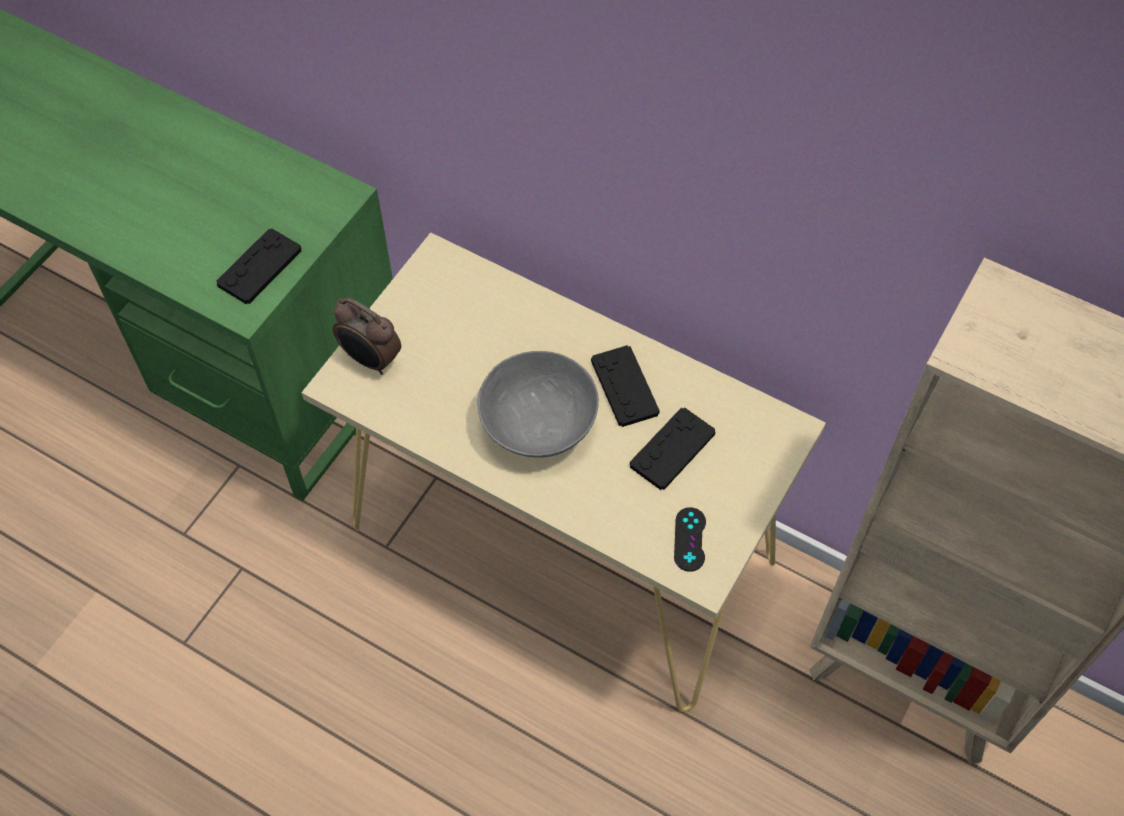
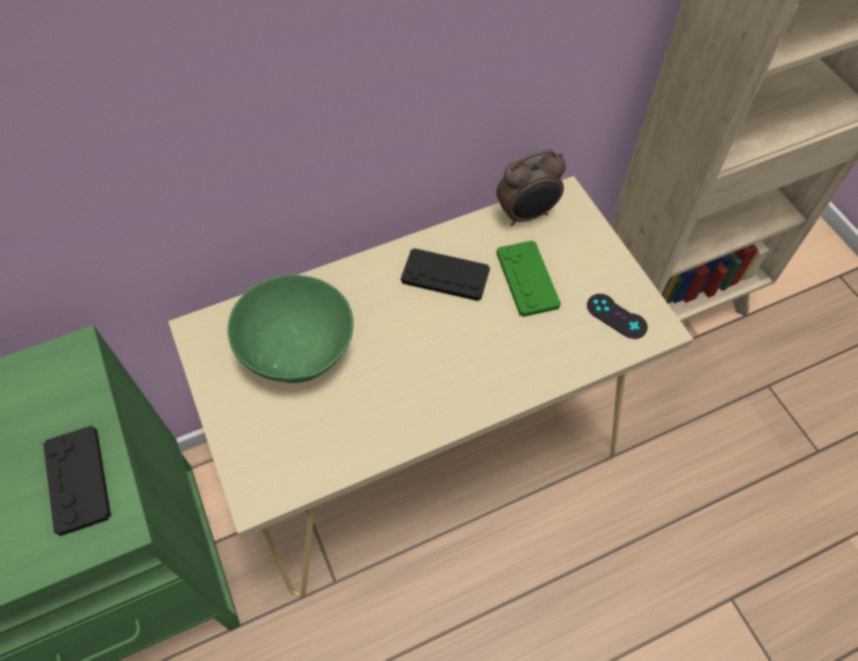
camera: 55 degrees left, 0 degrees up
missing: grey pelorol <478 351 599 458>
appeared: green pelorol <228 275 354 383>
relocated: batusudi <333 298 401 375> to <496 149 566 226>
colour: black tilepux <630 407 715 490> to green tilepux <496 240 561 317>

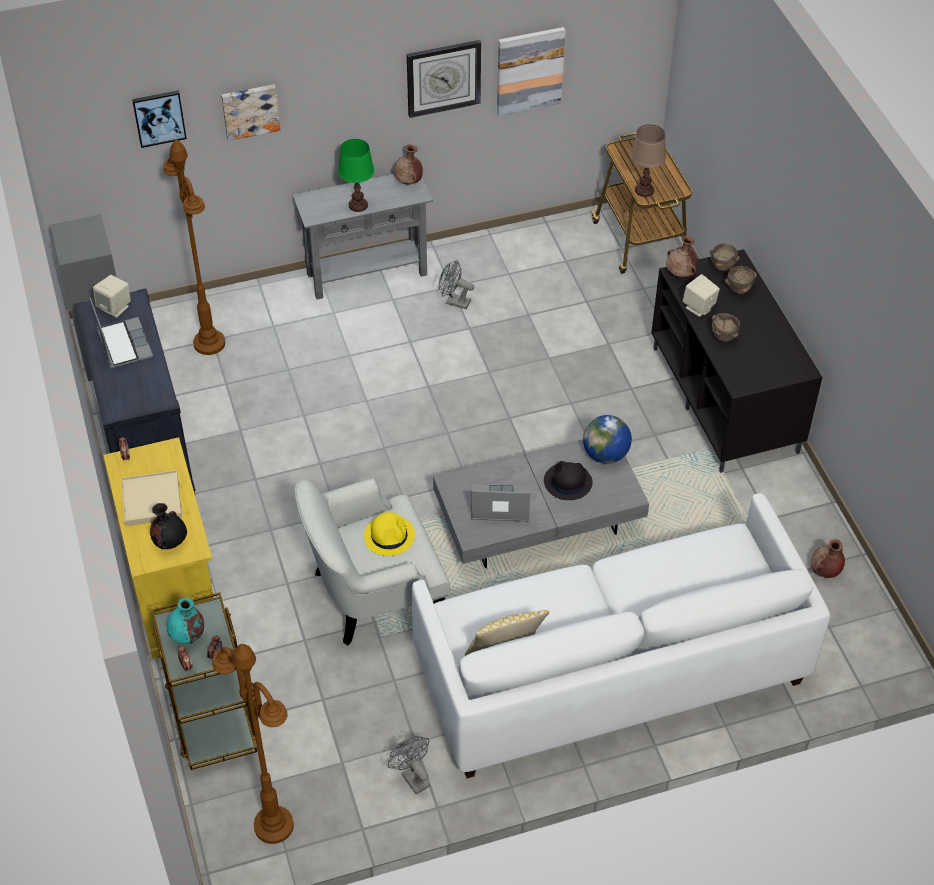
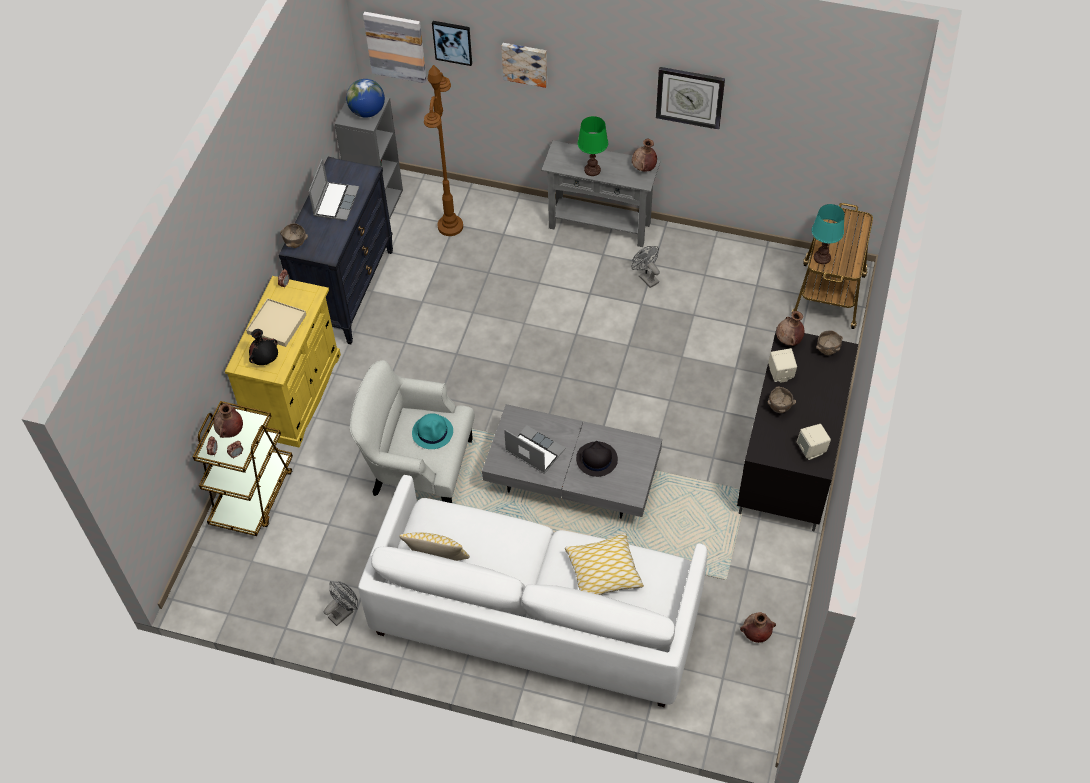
camera: 35 degrees right, 5 degrees up
missing: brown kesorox <212 644 294 844>
appeared: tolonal <565 533 644 595>
relocated: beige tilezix <93 275 131 318> to <797 424 831 460>; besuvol <497 27 565 116> to <363 12 427 83>; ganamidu <583 415 632 464> to <346 79 385 118>; brown pelorol <725 266 757 294> to <280 223 308 248>
colour: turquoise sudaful <167 597 204 644> to brown sudaful <213 403 243 438>; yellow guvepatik <364 512 415 556> to turquoise guvepatik <412 413 453 449>; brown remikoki <630 124 666 197> to turquoise remikoki <812 204 845 264>
spun: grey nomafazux <388 736 430 794> = <324 581 358 626> 45 degrees clockwise

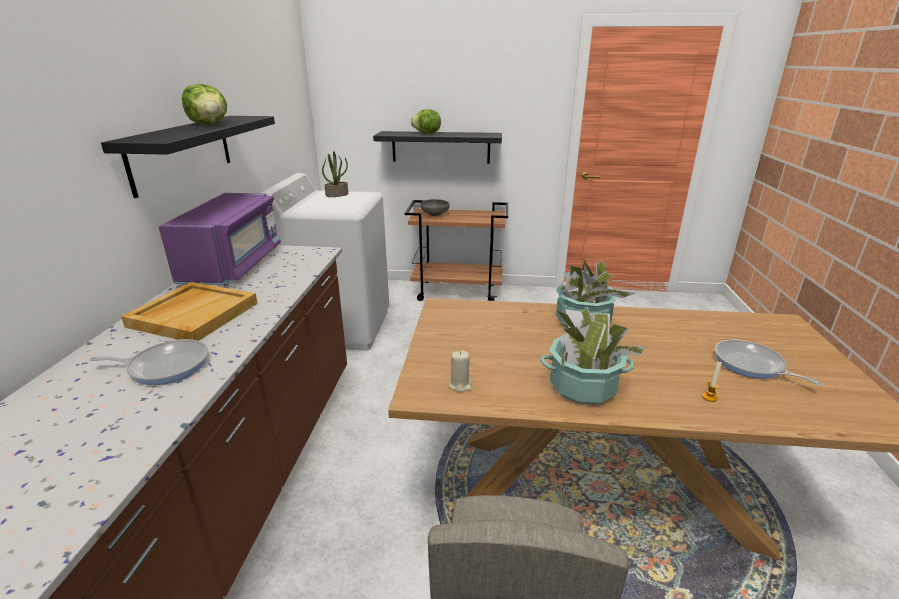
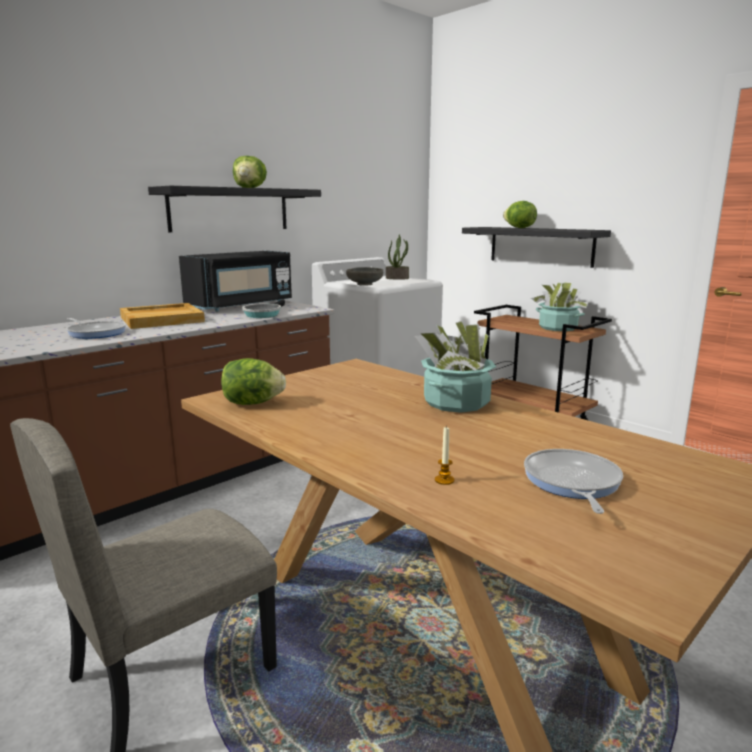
camera: 40 degrees right, 10 degrees down
appeared: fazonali <242 299 285 318>
relocated: grey pelorol <421 199 449 216> to <346 267 383 286>; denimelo <540 307 646 404> to <531 282 589 331>
exchanged: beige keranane <449 350 472 392> to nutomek <221 358 286 405>
colour: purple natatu <159 193 281 285> to black natatu <179 251 292 311>

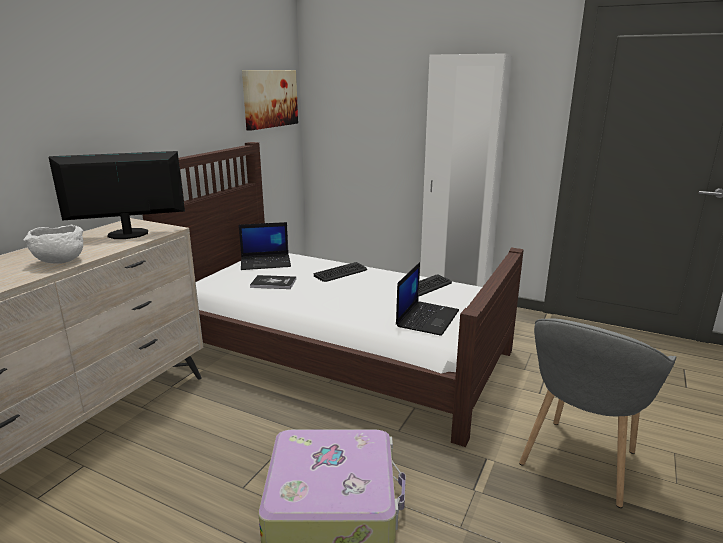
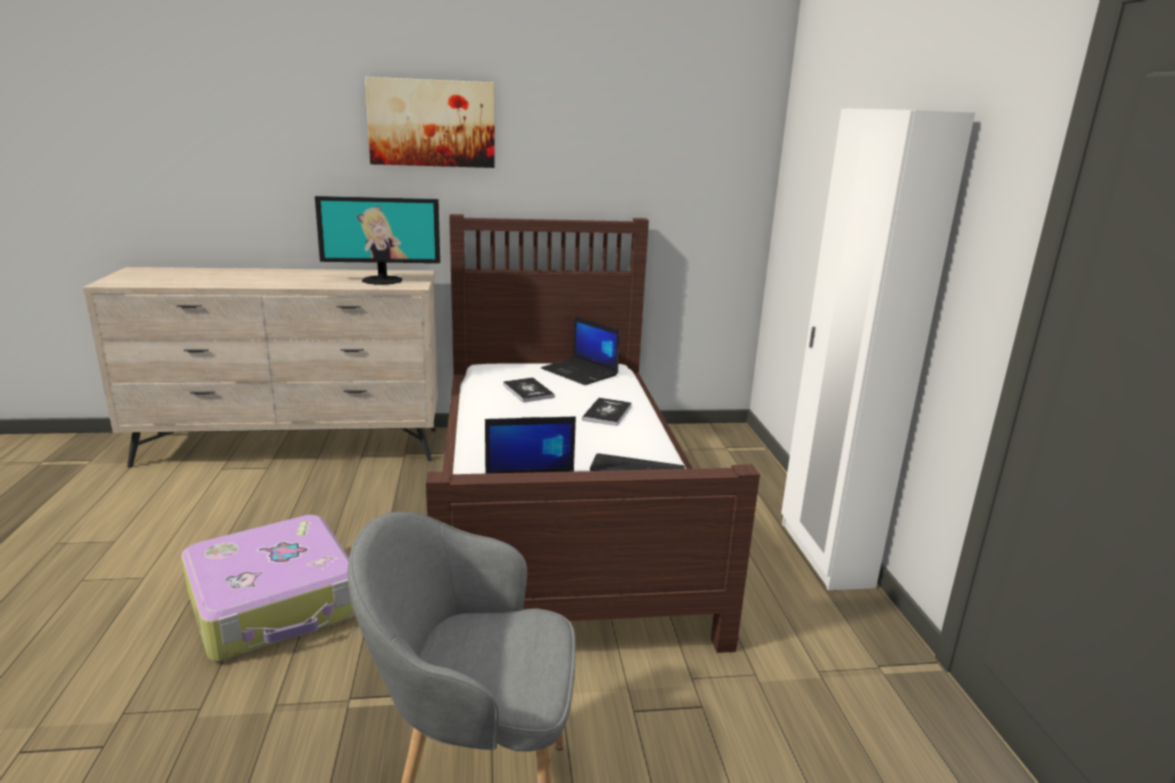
camera: 55 degrees right, 0 degrees up
missing: white pelorol <23 225 83 264>
relocated: besuvol <242 70 298 131> to <365 77 495 168>
exchanged: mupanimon <314 262 367 282> to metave <582 398 632 426>
spun: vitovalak <48 151 185 239> = <315 196 440 285> 135 degrees clockwise

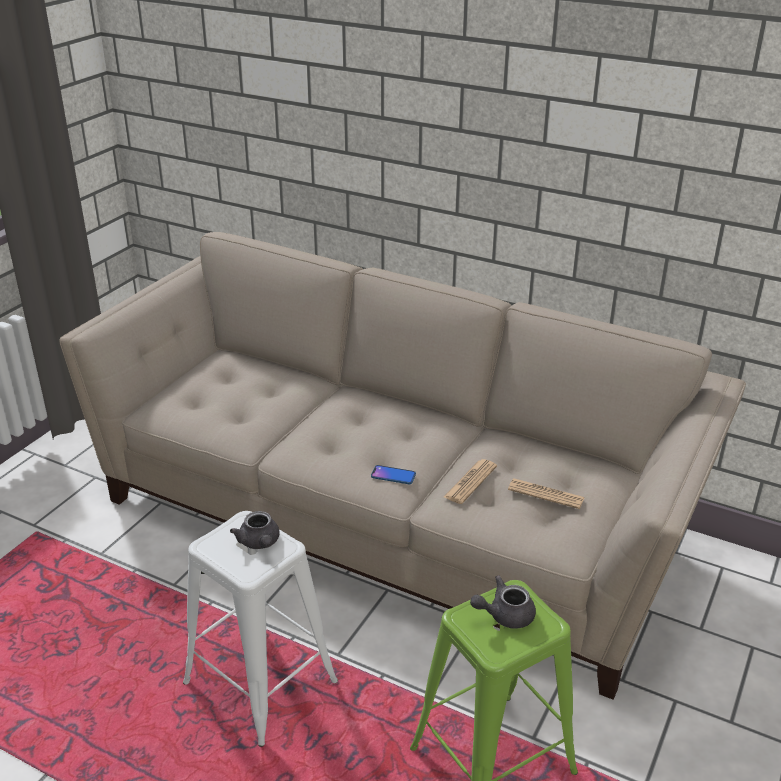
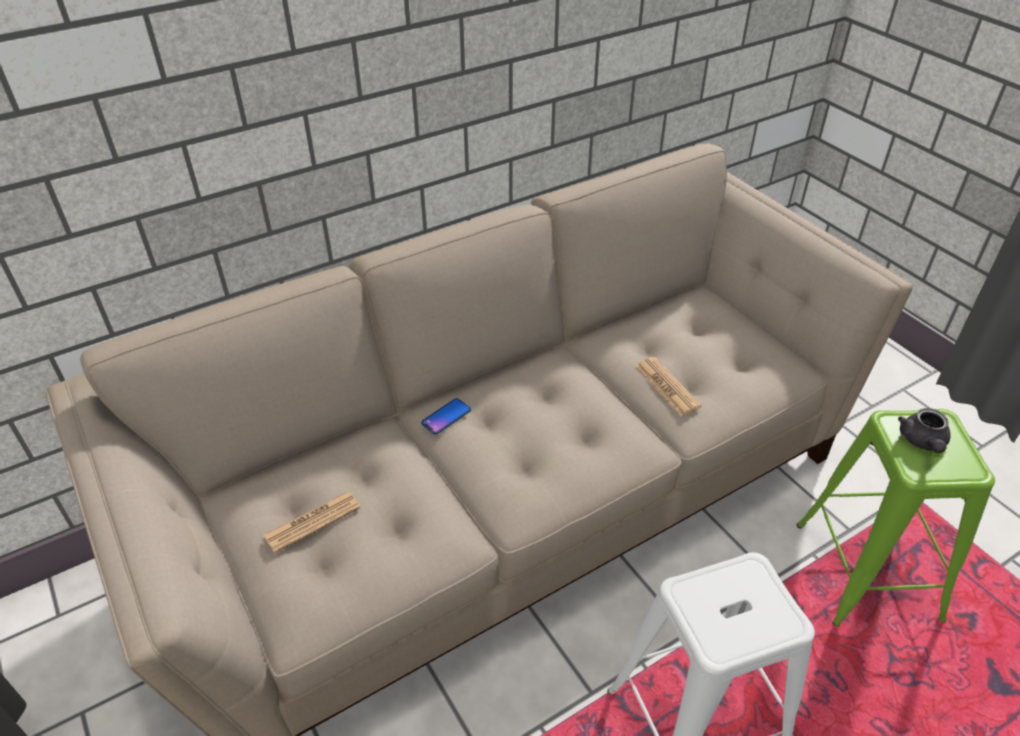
camera: 60 degrees left, 10 degrees up
missing: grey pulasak <230 511 280 549>
relocated: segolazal <371 465 416 484> to <421 398 471 435>; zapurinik <508 479 585 509> to <263 492 360 553>

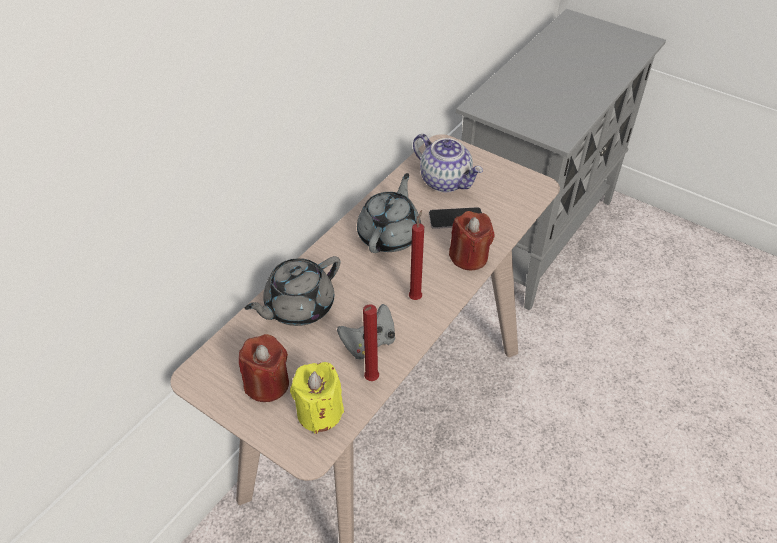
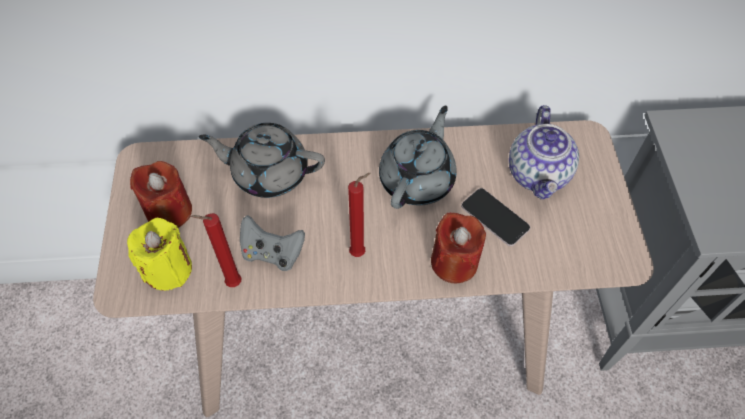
camera: 50 degrees right, 10 degrees up
spun: grey pulasak <357 173 421 253> = <379 106 457 209> 45 degrees counterclockwise

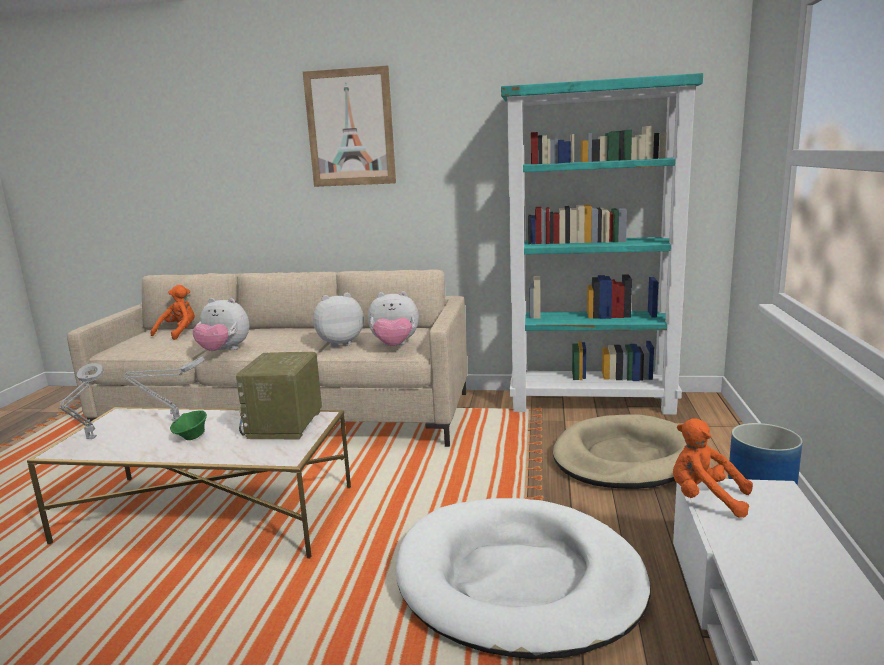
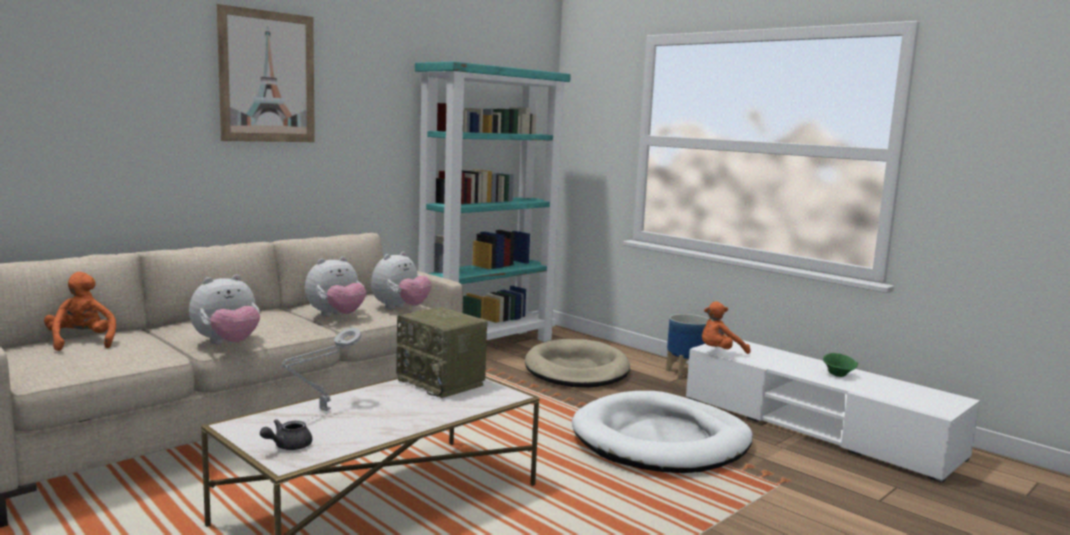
camera: 55 degrees left, 5 degrees down
relocated: green pelorol <170 411 207 440> to <823 353 858 377>
exchanged: grey remikoki <59 363 104 439> to grey pulasak <260 419 312 450>
spun: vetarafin <313 293 364 347> = <305 256 366 316> 150 degrees counterclockwise

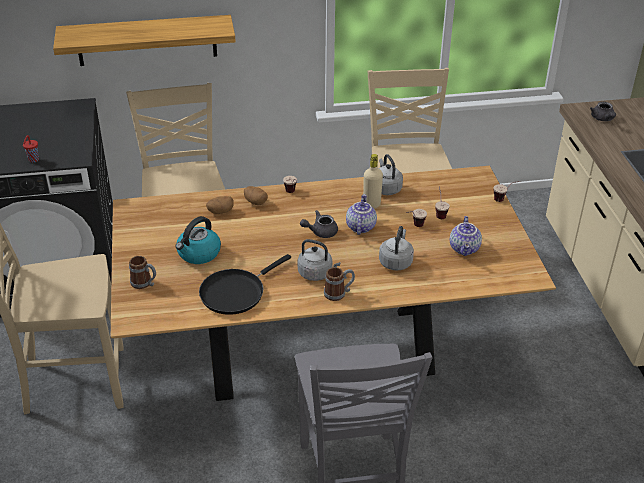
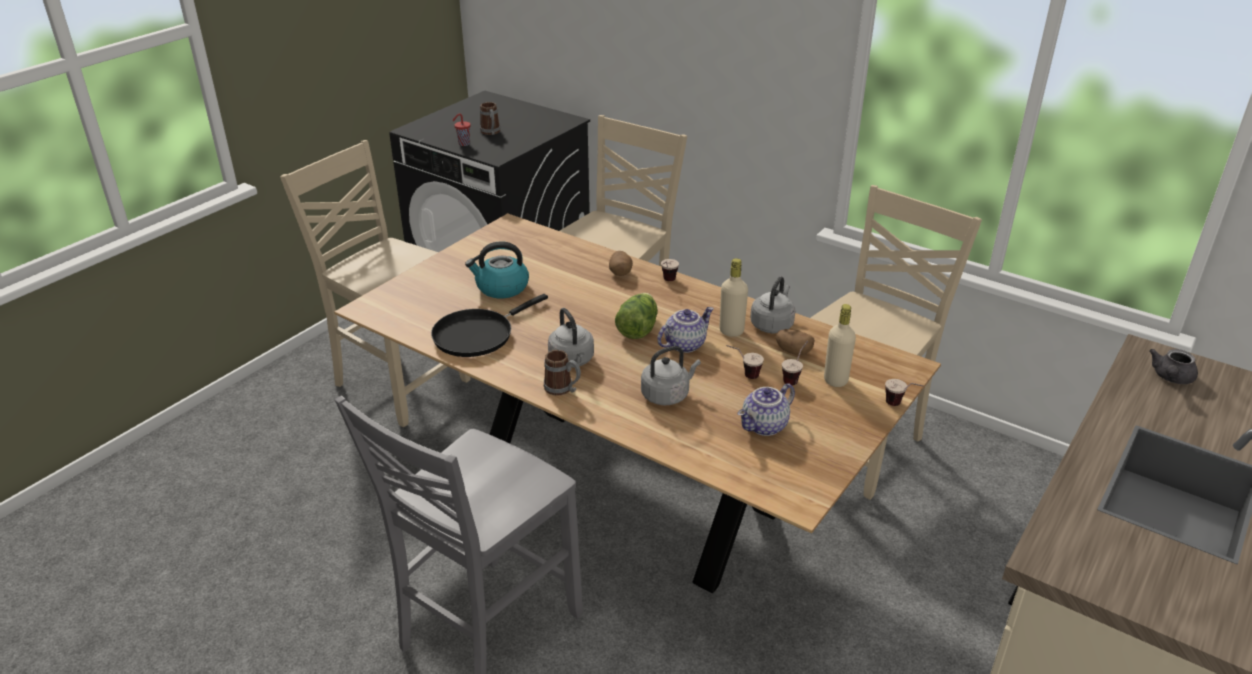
camera: 45 degrees right, 5 degrees down
missing: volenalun <53 15 236 66>
appeared: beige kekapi <824 304 856 387>
relocated: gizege <129 256 156 289> to <480 102 500 135>; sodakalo <206 196 234 214> to <776 329 815 355>
exchanged: grey pulasak <300 210 338 238> to nutomek <615 293 658 339>
spun: black fazonali <199 254 291 315> = <431 294 548 357> 45 degrees counterclockwise

